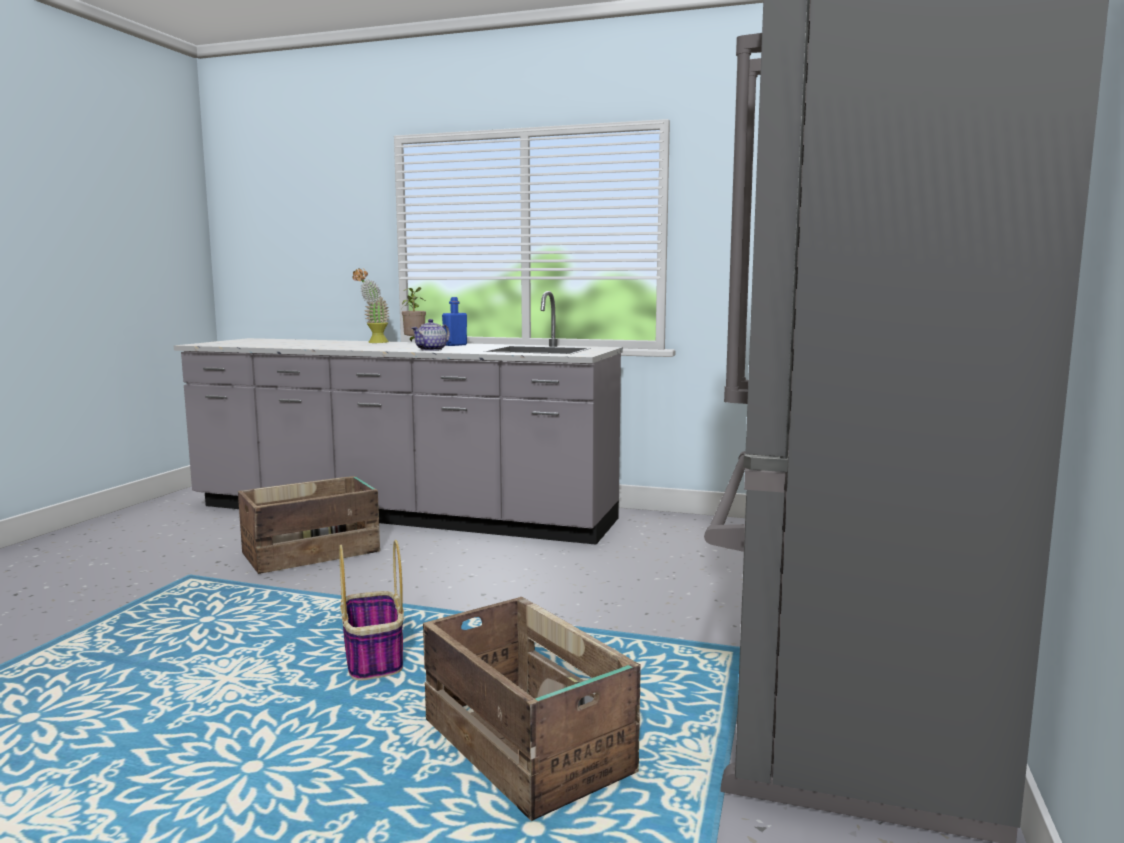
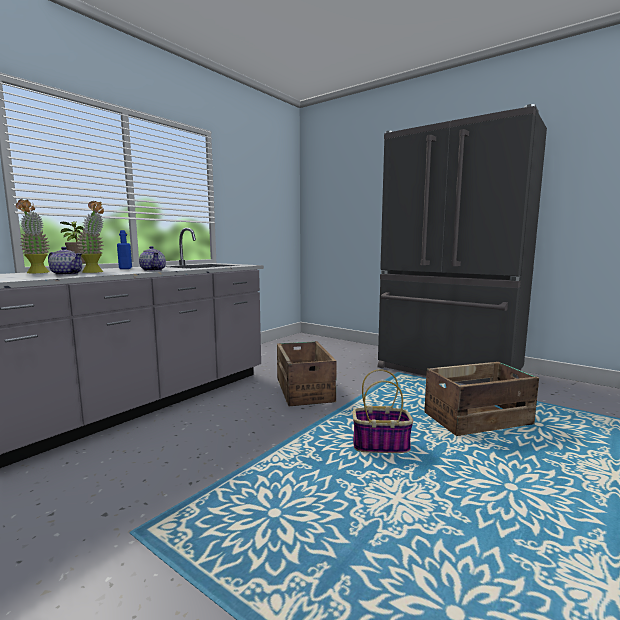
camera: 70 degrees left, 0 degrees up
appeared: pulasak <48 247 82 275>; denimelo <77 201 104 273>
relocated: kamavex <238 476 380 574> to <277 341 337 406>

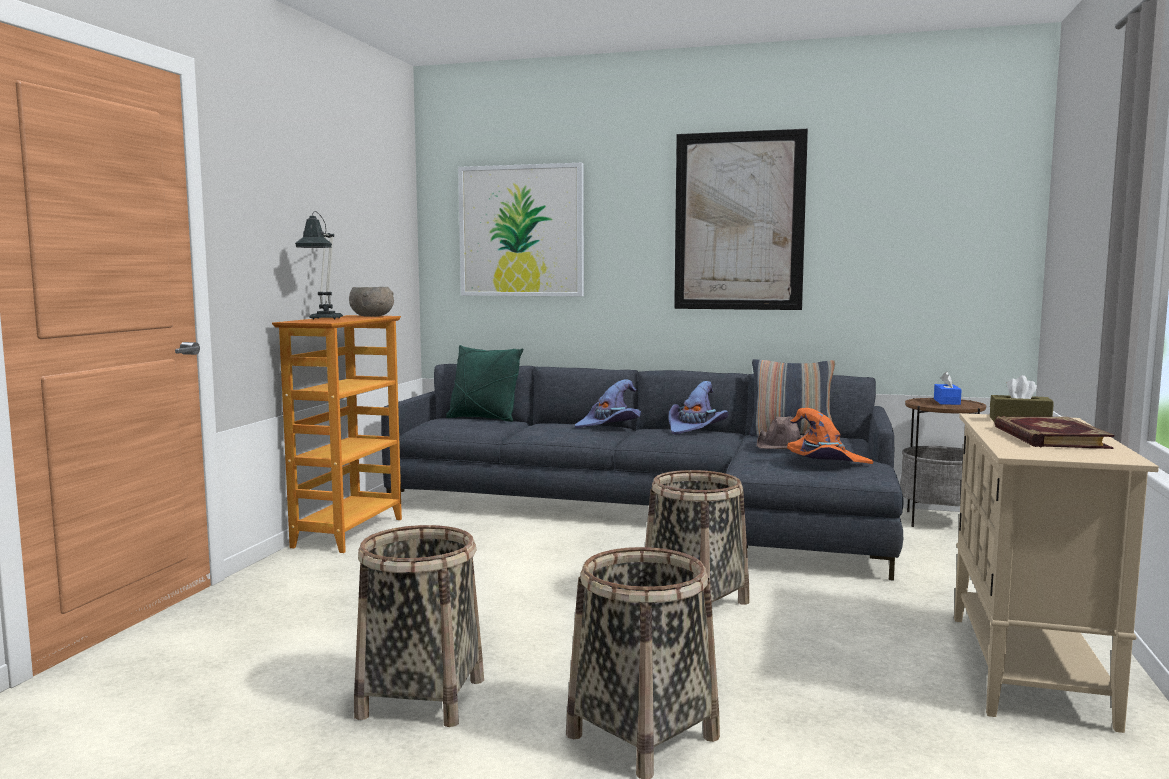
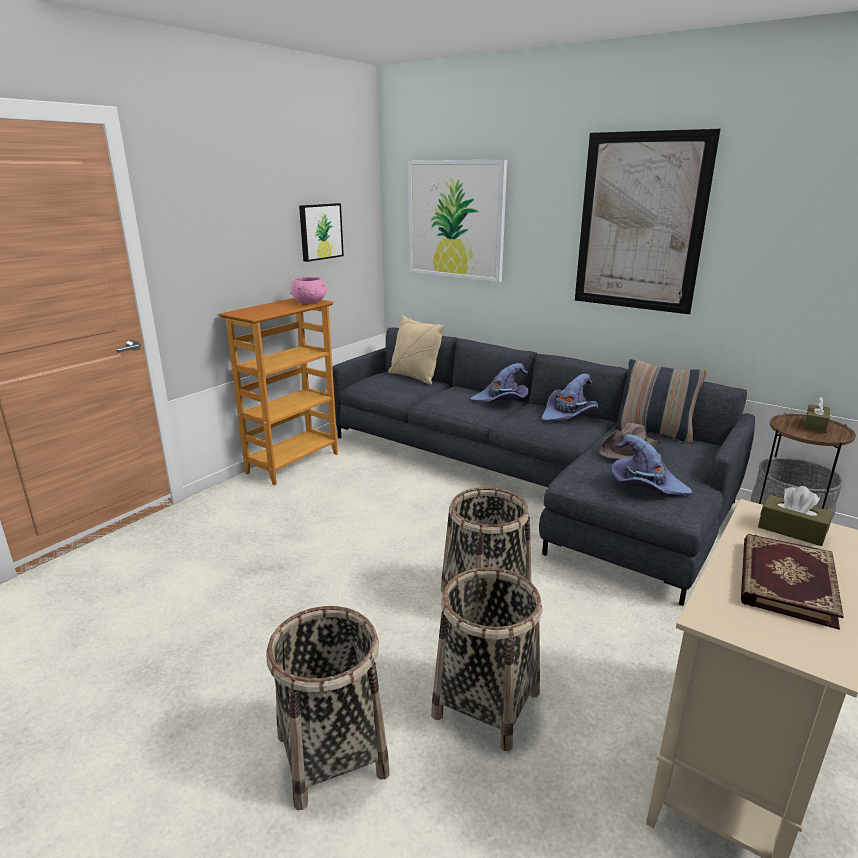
camera: 20 degrees right, 15 degrees up
missing: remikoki <295 211 343 319>
appeared: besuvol <299 203 344 262>
relocated: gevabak <354 525 484 727> to <431 567 542 751>
colour: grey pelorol <349 287 394 317> to pink pelorol <290 277 327 304>; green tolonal <446 345 523 422> to beige tolonal <388 315 445 385>; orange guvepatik <787 408 873 464> to purple guvepatik <611 434 693 496>; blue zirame <934 372 962 405> to brown zirame <804 396 830 433>

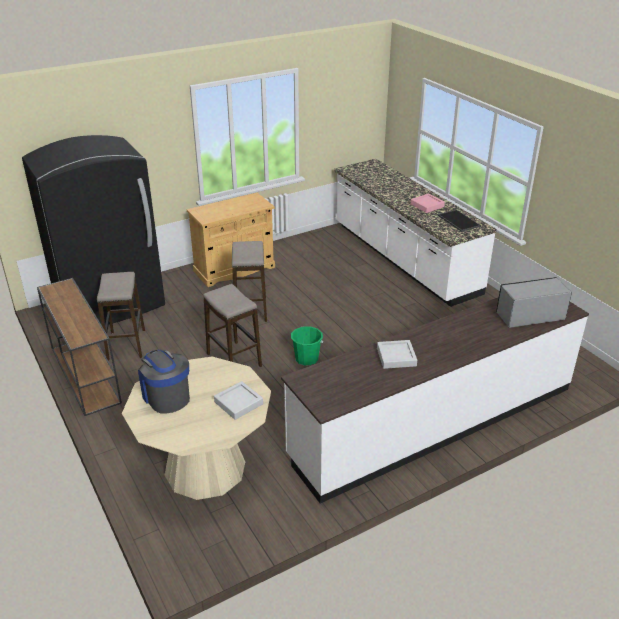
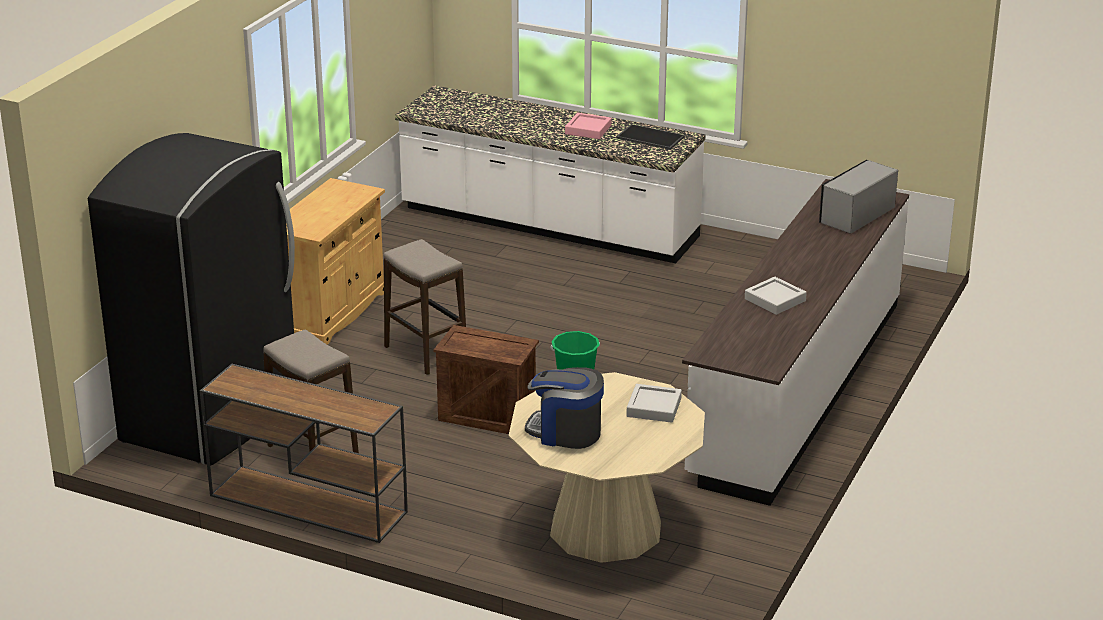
camera: 35 degrees left, 5 degrees down
exchanged: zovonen <203 284 262 367> to kamavex <434 325 539 434>

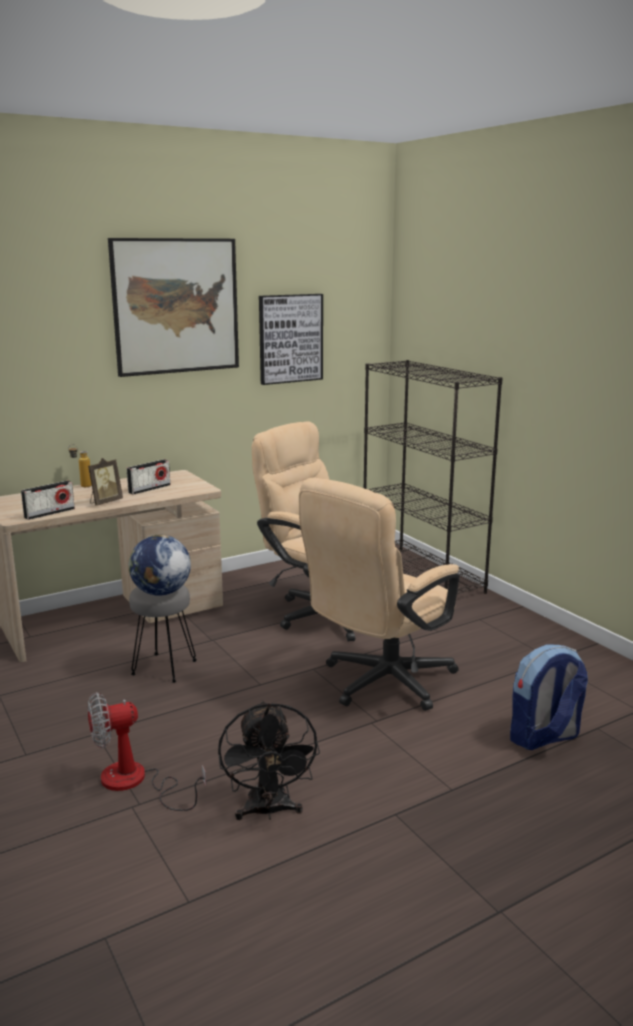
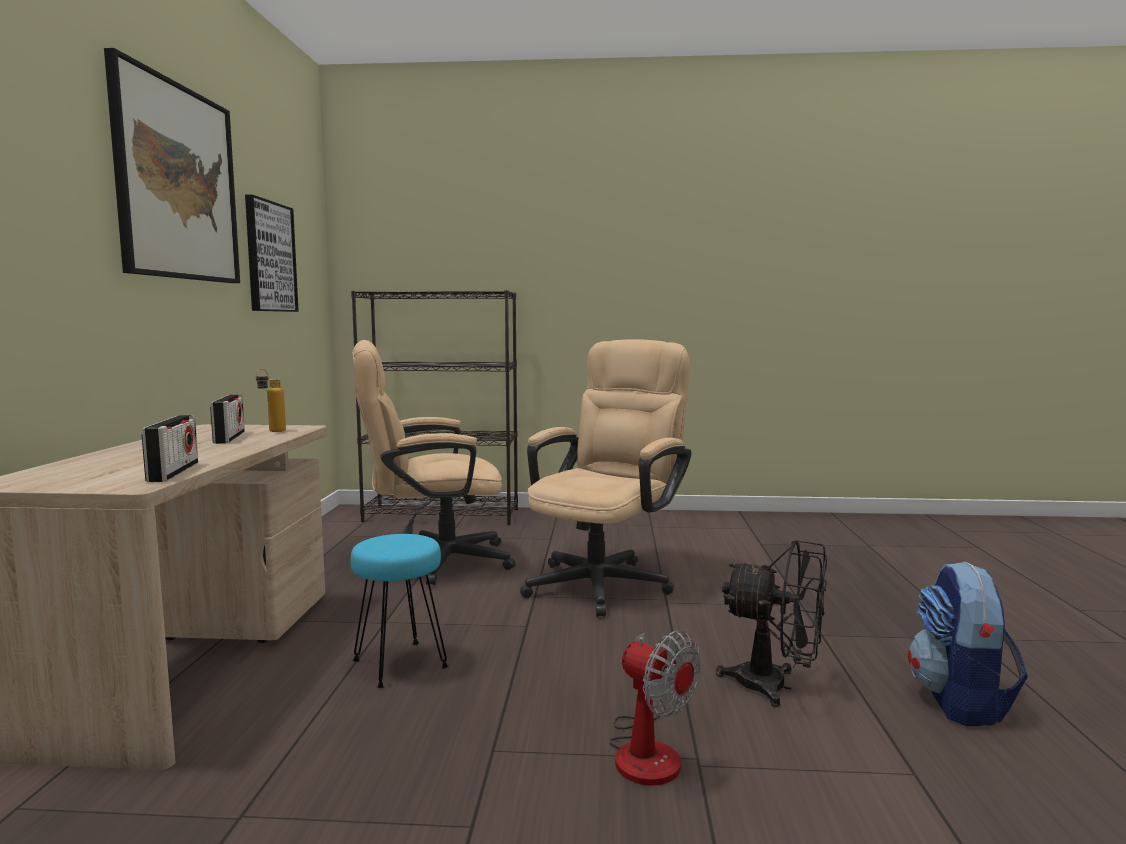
camera: 55 degrees left, 10 degrees down
missing: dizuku <88 458 123 506>; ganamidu <128 535 191 596>
relocated: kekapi <68 444 92 487> to <256 369 286 432>; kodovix <510 644 588 750> to <908 562 1028 726>
colour: grey zovonen <129 585 197 683> to turquoise zovonen <350 534 448 688>
spun: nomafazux <88 692 206 811> = <609 631 701 785> 60 degrees counterclockwise; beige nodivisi <299 478 459 711> = <520 339 691 617> 135 degrees counterclockwise

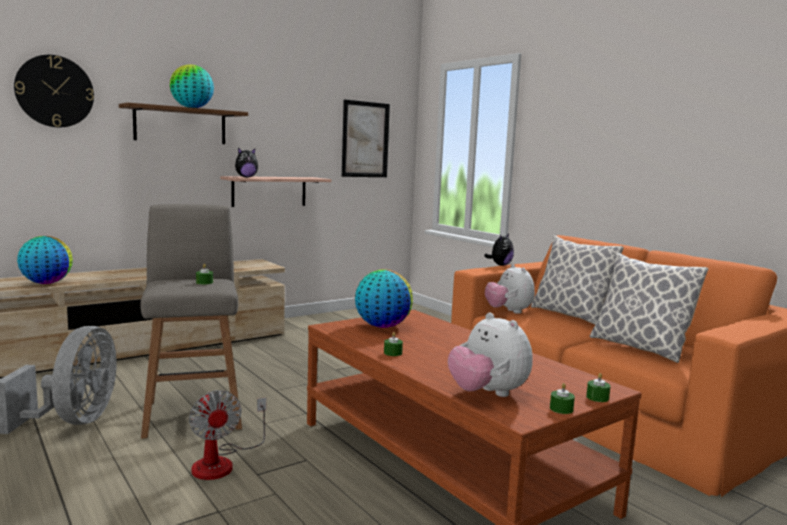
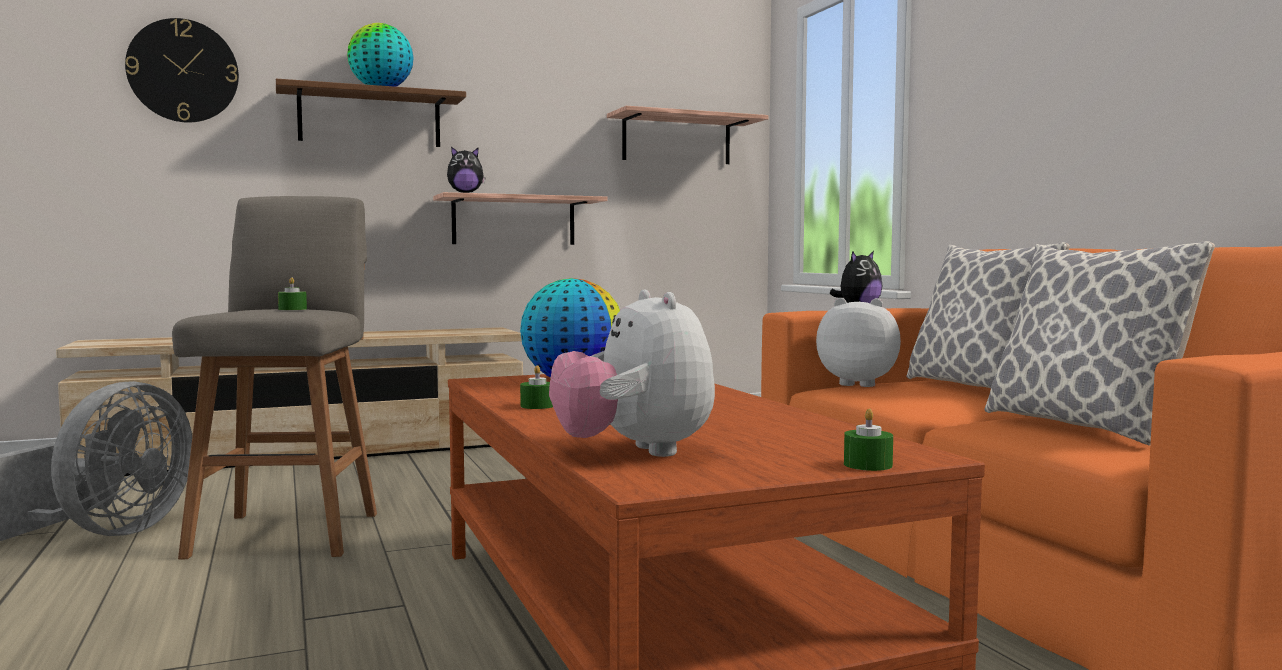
camera: 15 degrees right, 5 degrees down
missing: ganamidu <17 236 73 284>; nomafazux <189 390 266 480>; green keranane <550 383 575 414>
exchanged: besuvol <342 99 390 177> to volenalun <607 106 769 164>
spun: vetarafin <485 264 535 314> = <816 298 901 387> 120 degrees clockwise

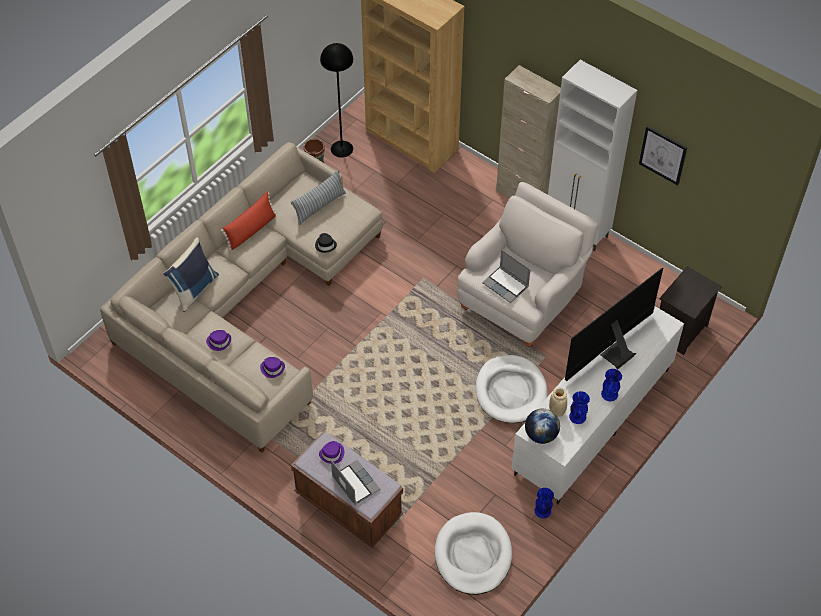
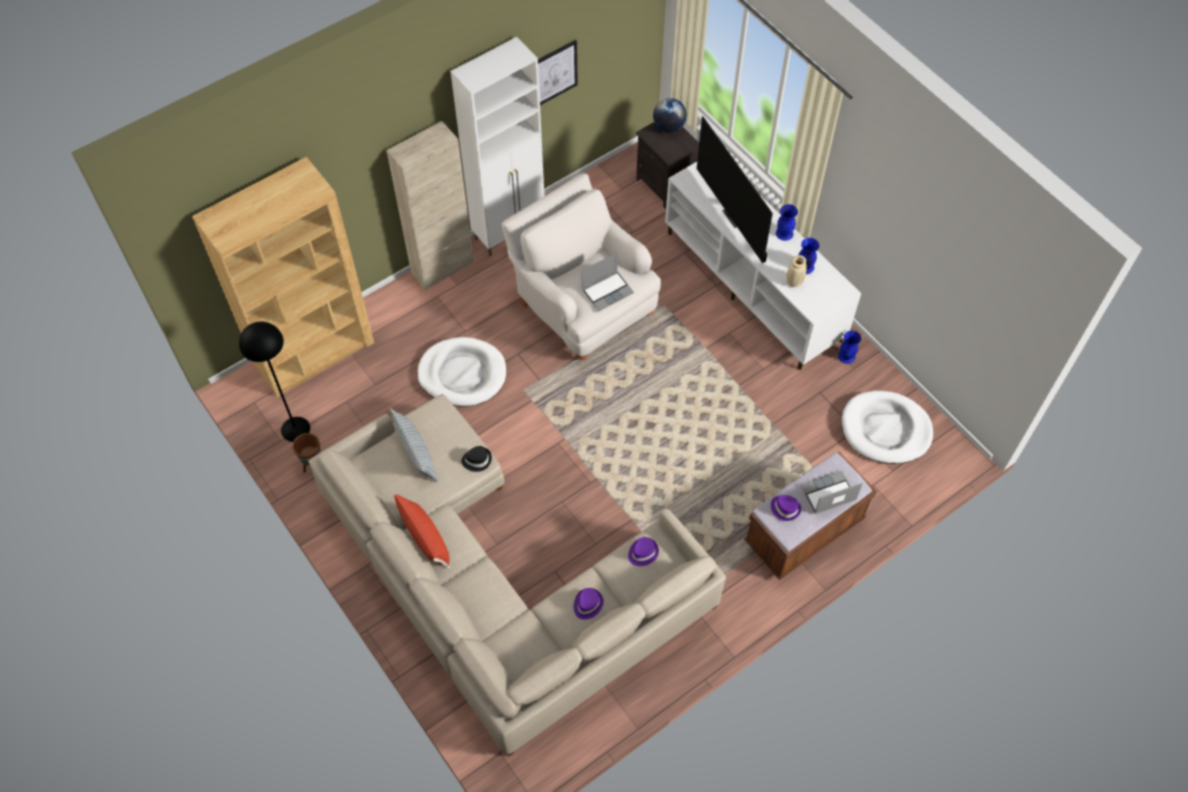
camera: 75 degrees left, 5 degrees up
missing: blue tolonal <163 237 219 312>
relocated: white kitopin <475 355 548 423> to <417 337 506 407>; ganamidu <525 409 560 444> to <653 98 687 133>

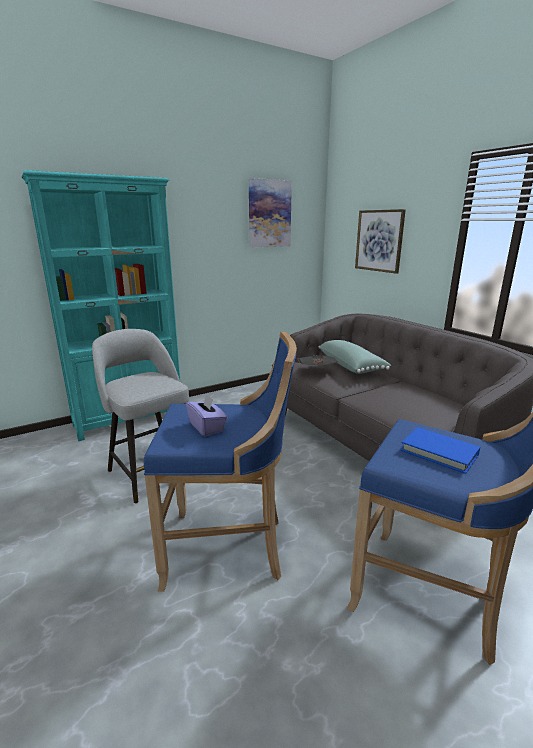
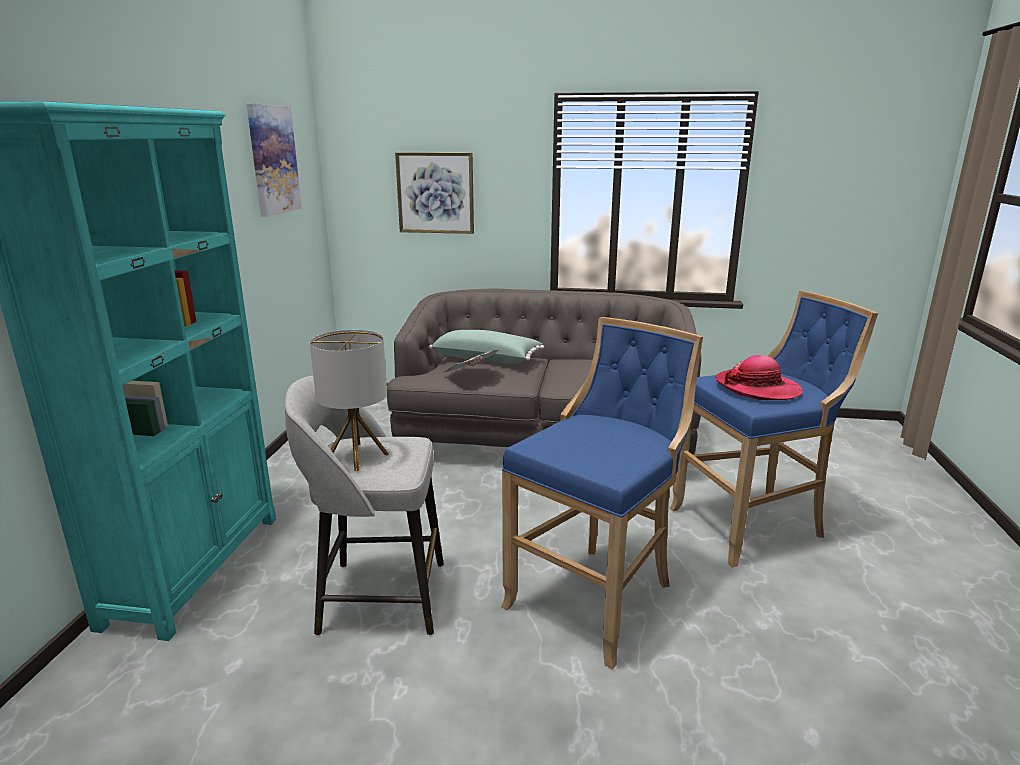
camera: 50 degrees left, 0 degrees up
missing: purple zirame <186 393 227 436>
appeared: remikoki <310 330 389 472>
exchanged: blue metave <401 427 480 474> to guvepatik <715 355 803 400>

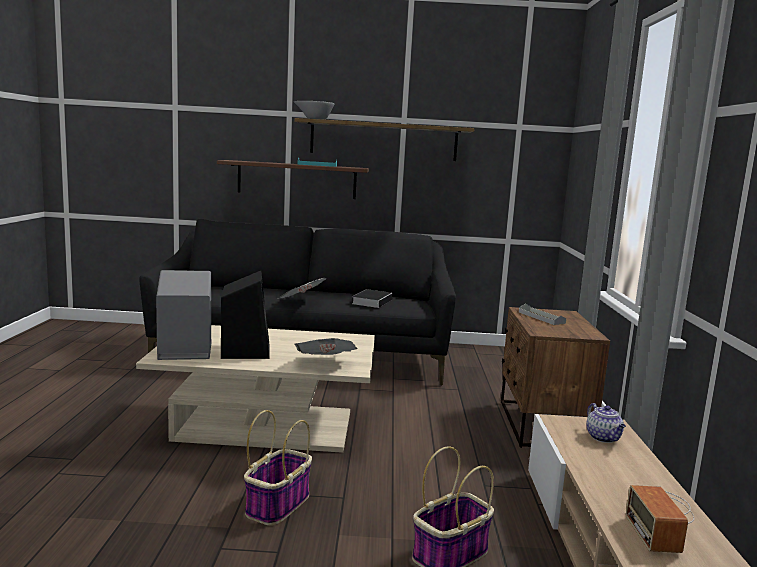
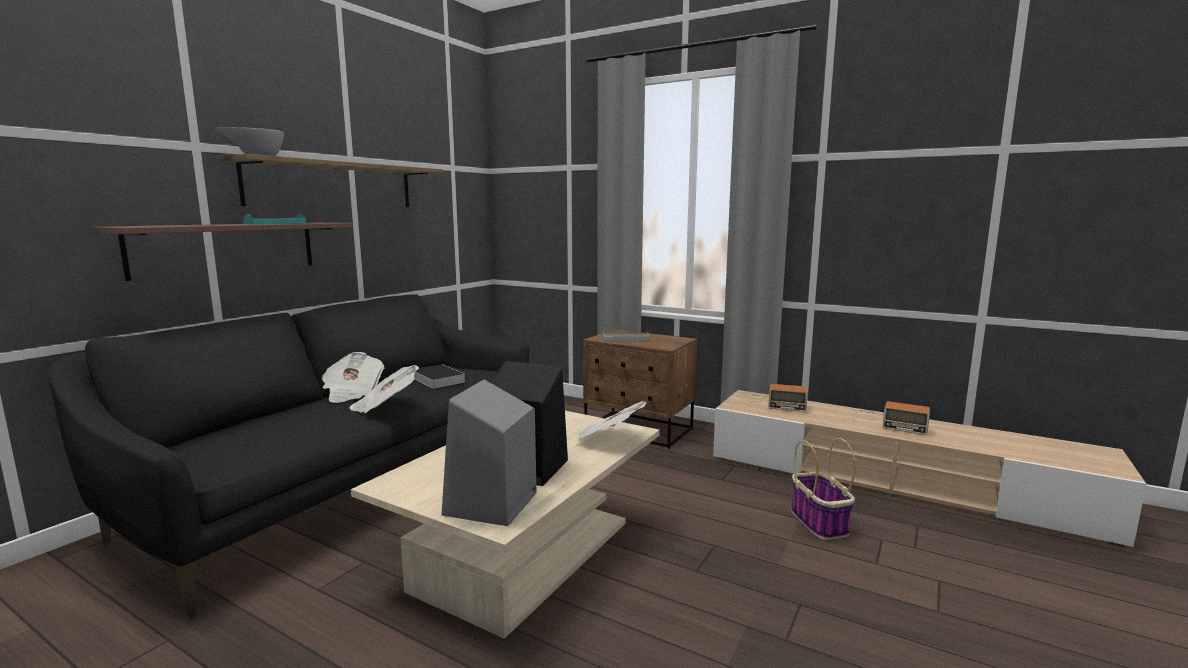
camera: 60 degrees left, 0 degrees up
missing: gevabak <244 410 312 526>
appeared: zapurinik <322 352 384 403>
exchanged: pulasak <587 403 626 443> to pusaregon <734 384 808 412>

